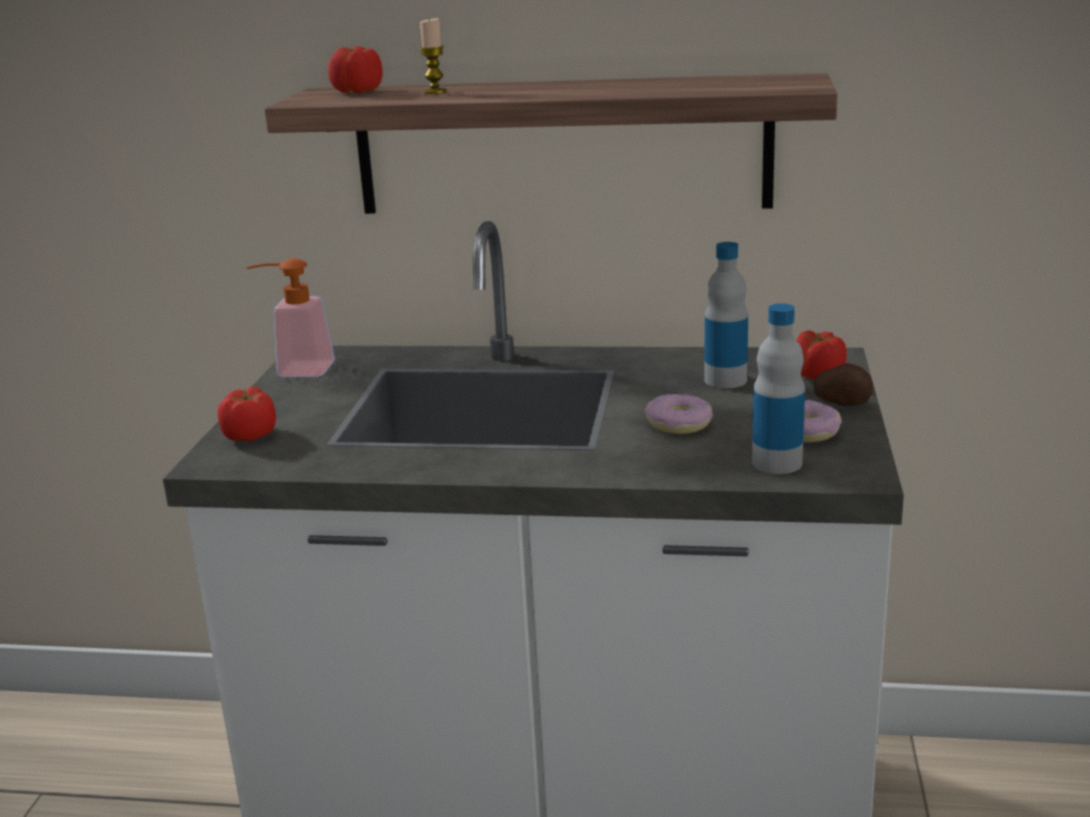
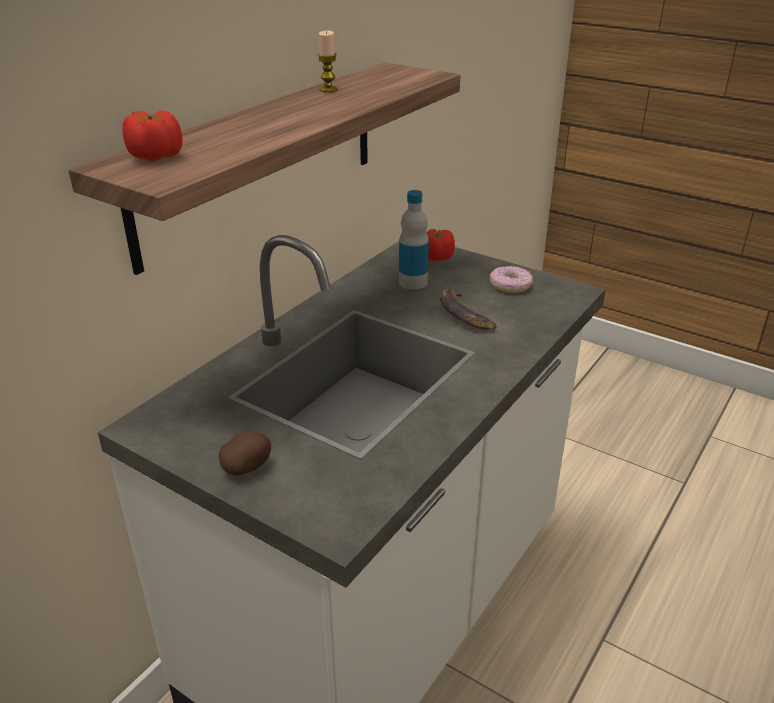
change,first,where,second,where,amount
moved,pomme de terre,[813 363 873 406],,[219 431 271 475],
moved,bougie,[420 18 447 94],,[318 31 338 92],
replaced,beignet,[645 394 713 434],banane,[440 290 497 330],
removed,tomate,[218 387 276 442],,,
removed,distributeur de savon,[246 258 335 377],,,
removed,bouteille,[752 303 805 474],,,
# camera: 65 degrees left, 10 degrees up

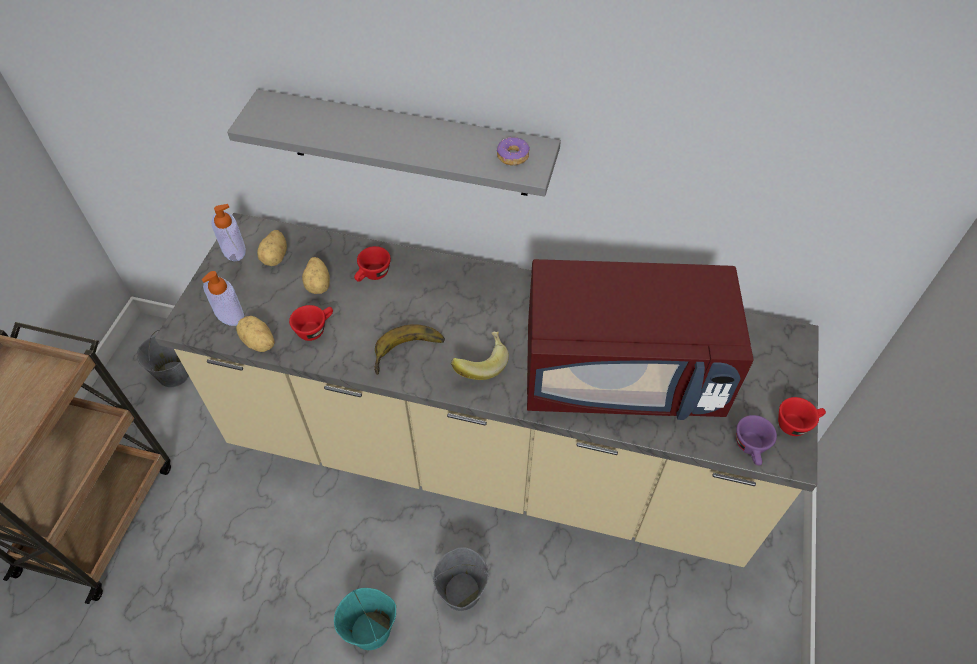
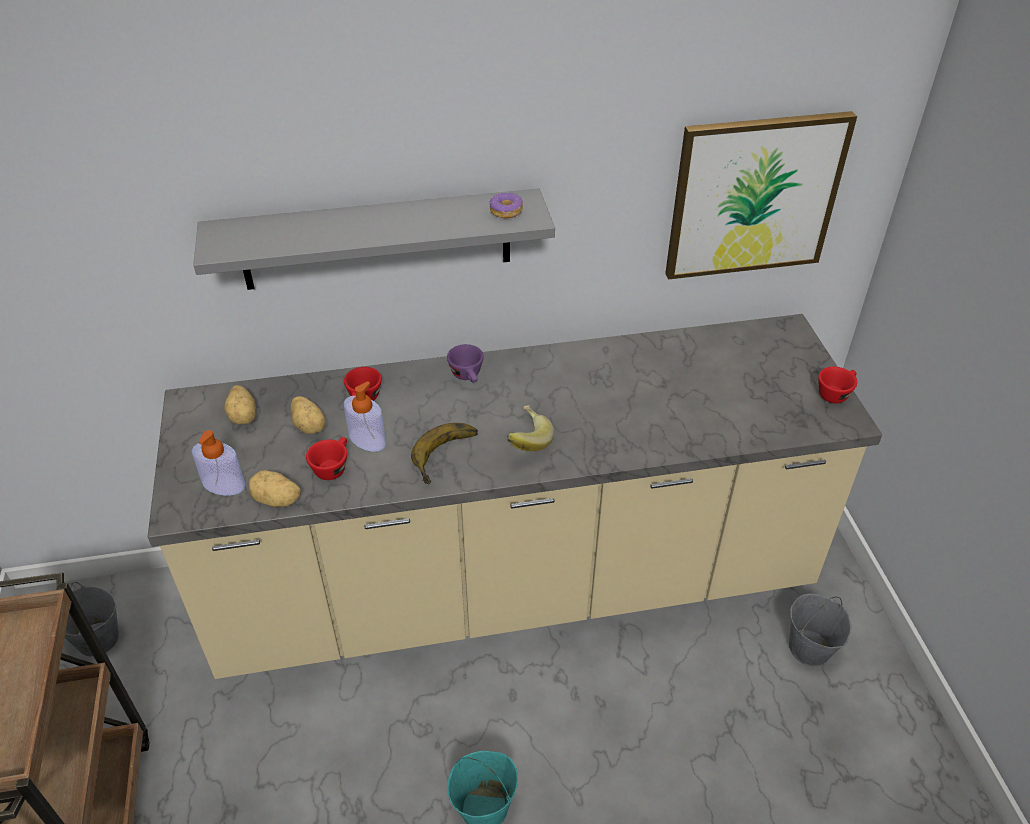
change,first,where,second,where,amount
moved,distributeur de savon,[211 204 246 261],,[344 381 386 452],
moved,tasse [violet],[736 415 777 465],,[447 344 484 382],
added,,,tableau,[665 111 857 279],
moved,seau [gris],[433 547 489 611],,[789 594 851 666],
removed,micro-ondes [rouge],[527 259 754 420],,,
# camera: 25 degrees left, 10 degrees down

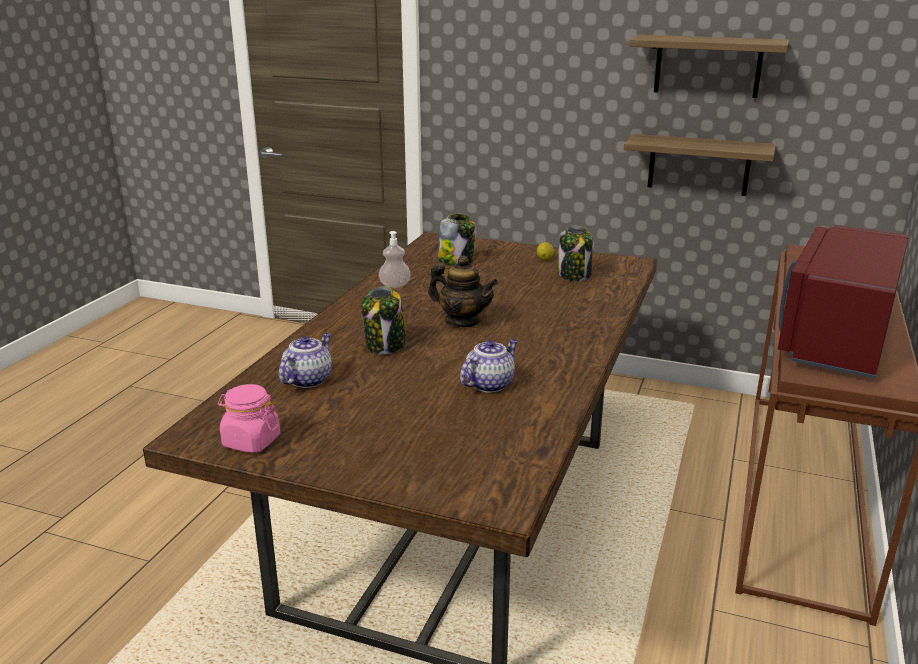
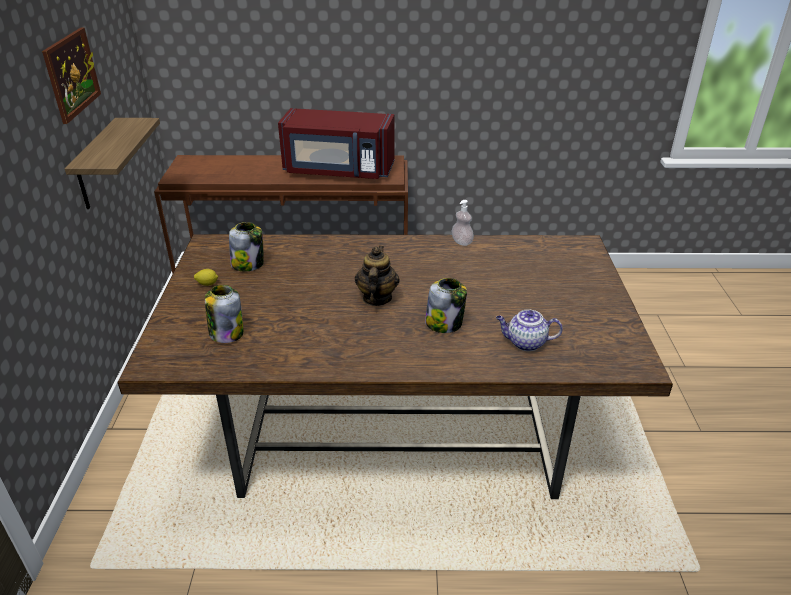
change,first,where,second,where,amount
replaced,étagère,[629 34 789 98],tableau,[42 28 101 124],
moved,distributeur de savon,[379 231 411 288],,[452 200 474 246],
removed,bocal [rose],[218 384 280 453],,,
removed,théière,[460 339 518 393],,,
# camera: 110 degrees left, 10 degrees up

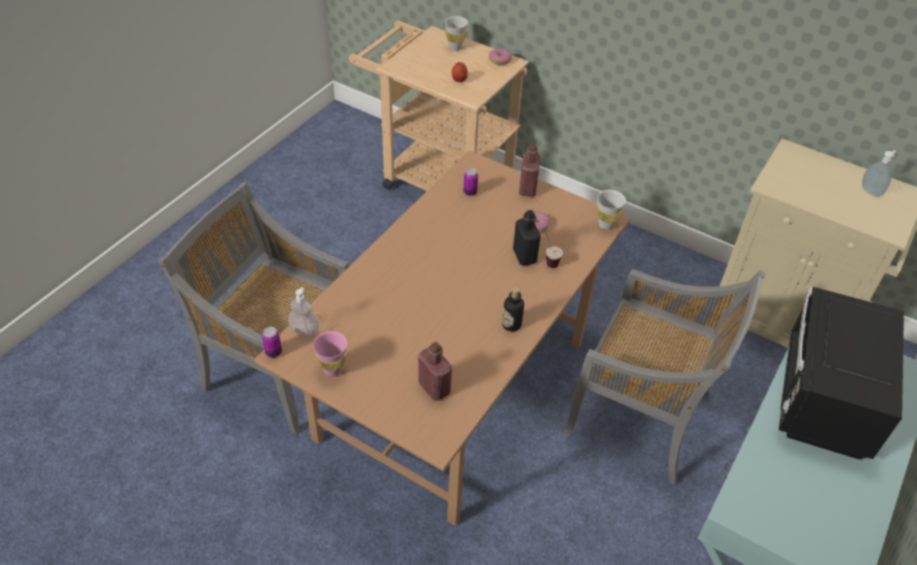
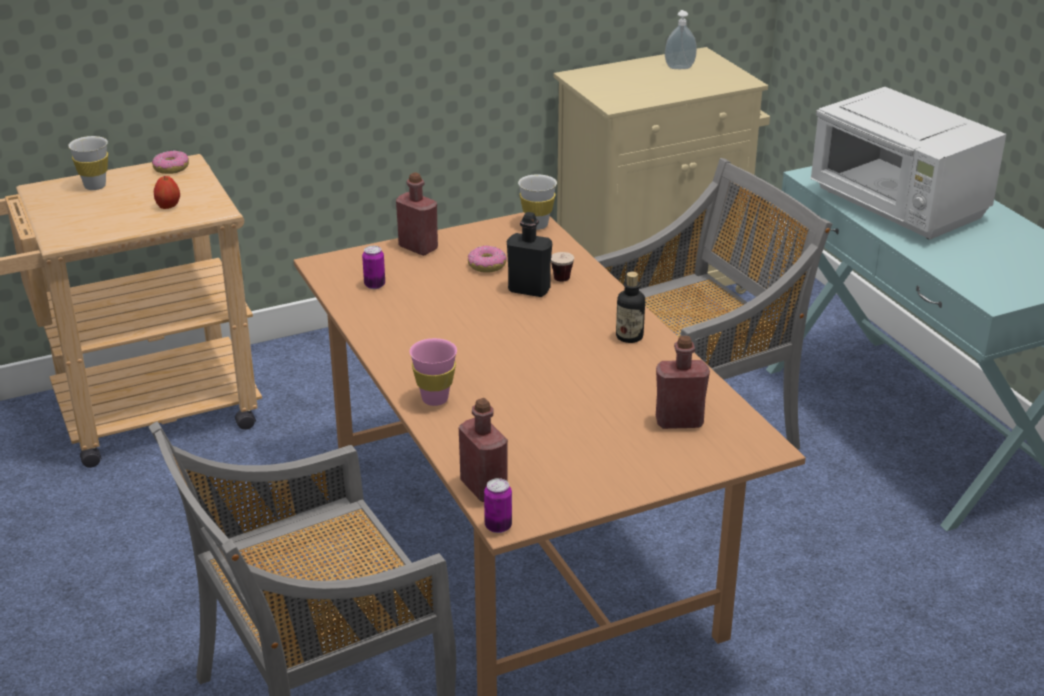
change,first,where,second,where,amount
moved,tasse [rose],[313 331 347 377],,[410 338 457 406],
replaced,distributeur de savon,[288 287 319 336],bouteille [rouge],[459 398 508 502],
recoloured,micro-ondes [noir],[779 287 904 459],micro-ondes [blanc],[810 87 1006 240],
# camera: 55 degrees left, 15 degrees down

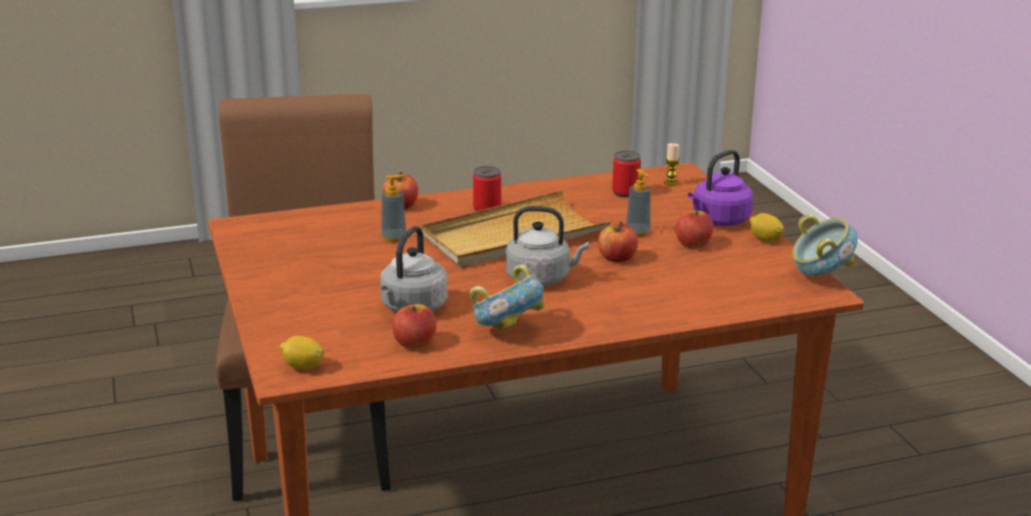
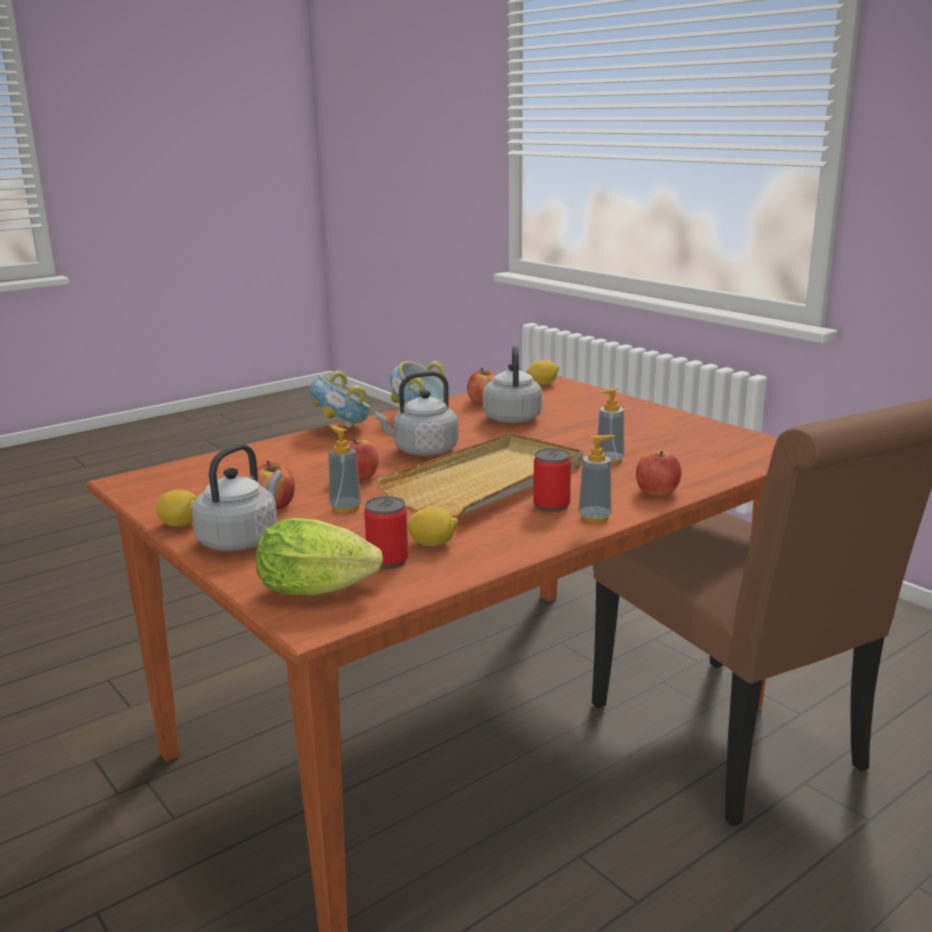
change,first,where,second,where,amount
recoloured,bouilloire [violet],[688 150 753 226],bouilloire [gris],[192 444 282 551],
replaced,bougie,[664 143 680 186],laitue,[256 518 383 596],
moved,bol,[792 214 858 278],,[310 370 370 428],
added,,,citron,[408 507 459 546],
added,,,distributeur de savon,[578 435 615 523],
# camera: 160 degrees right, 5 degrees down

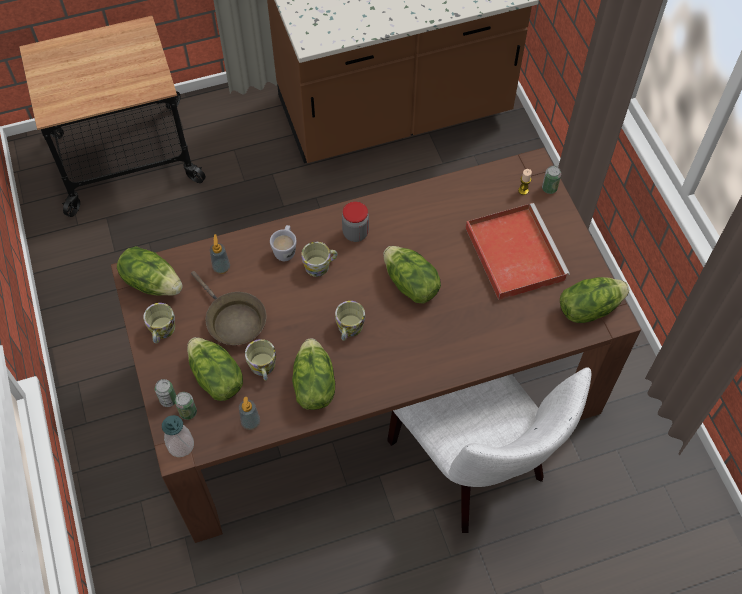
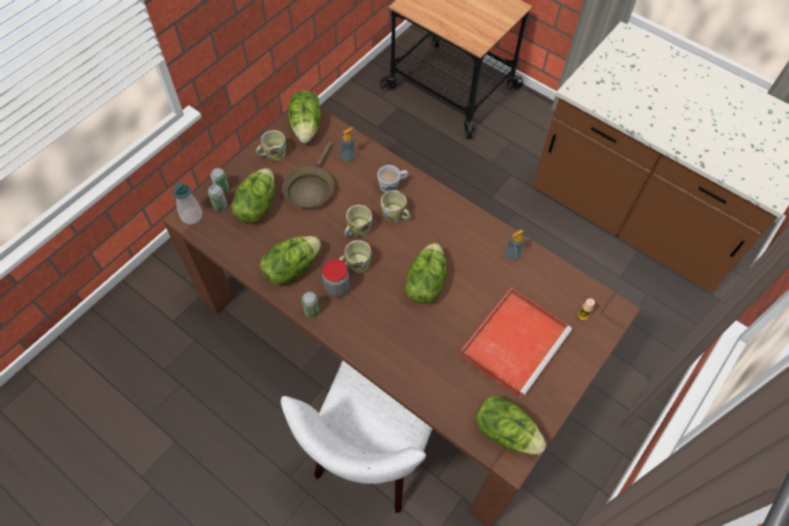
change,first,where,second,where,amount
moved,boîte métallique,[542 166 561 194],,[301 291 320 317],
moved,bocal,[342 202 369 242],,[322 259 349 297],
moved,mug,[245 339 276 381],,[344 205 372 237],
moved,distributeur de savon,[239 397 260 430],,[505 230 524 261],
# camera: 55 degrees right, 0 degrees up

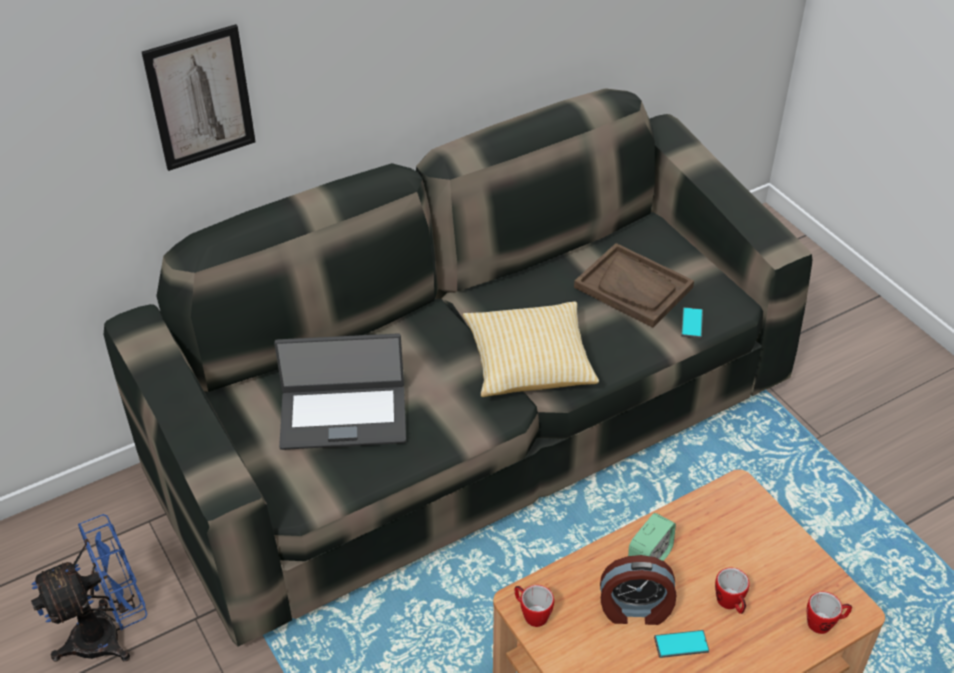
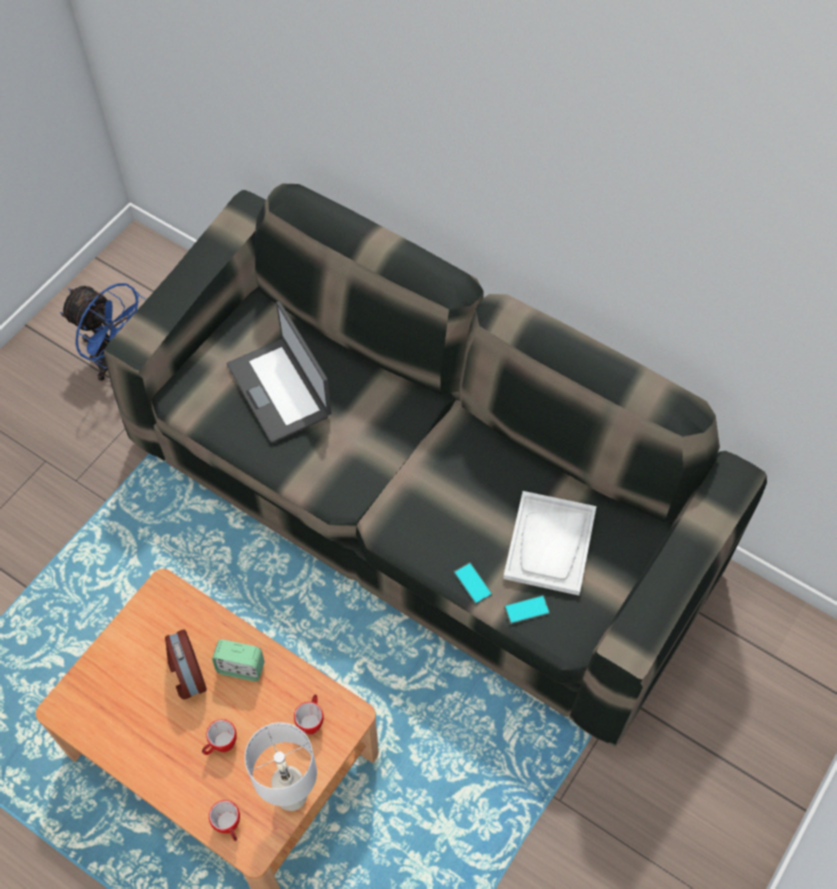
change,first,where,second,where,amount
added,,,lampe de table [blanc],[245 722 317 811],
moved,mug,[515 585 554 627],,[294 694 324 735],
moved,téléphone,[654 630 709 658],,[454 562 492 604],
recoloured,plateau [marron],[574 243 694 328],plateau [blanc],[503 491 597 596],
removed,tableau,[142 24 256 171],,,
removed,coussin,[463 301 599 397],,,
# camera: 65 degrees right, 15 degrees up

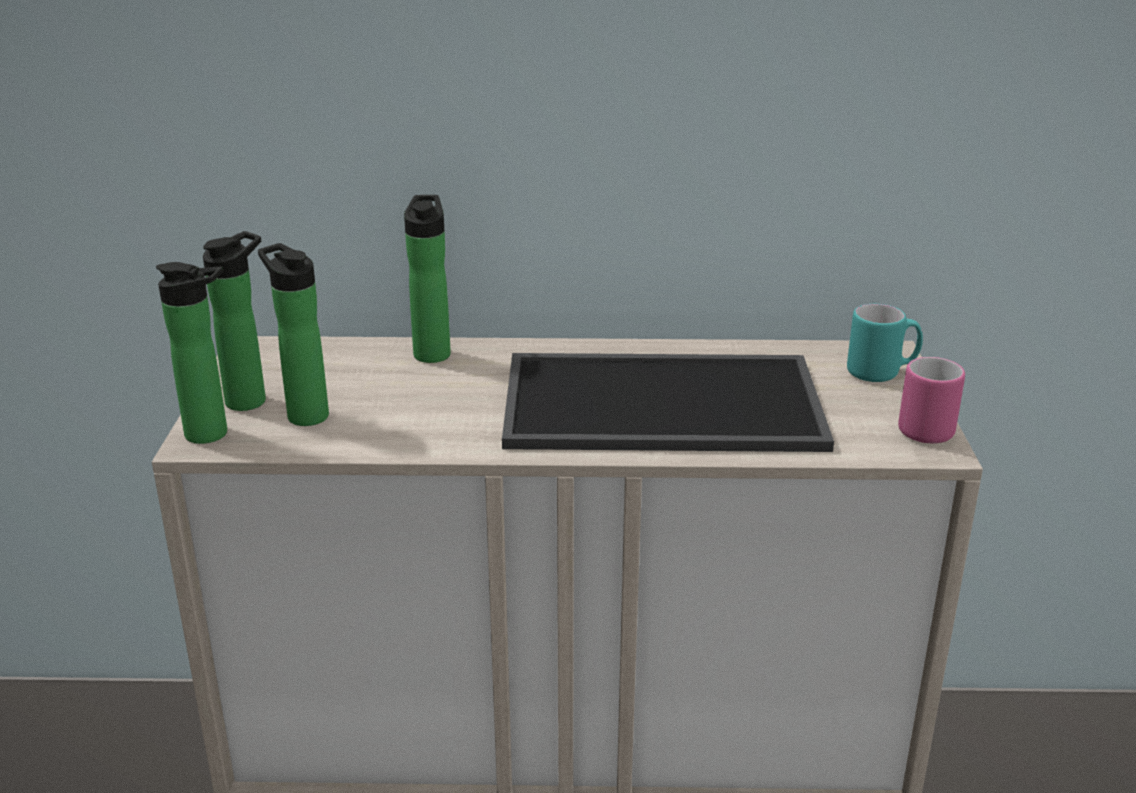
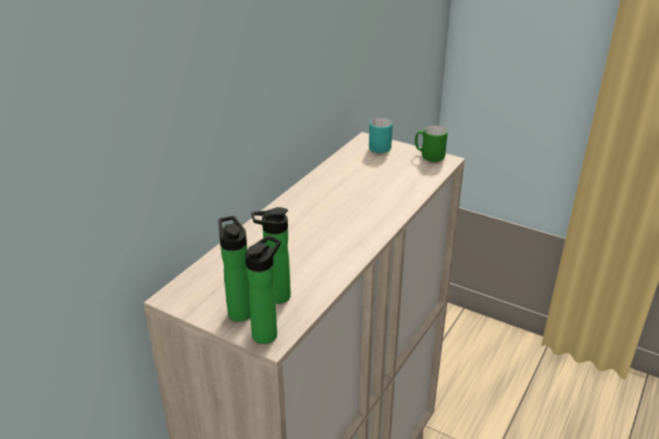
change,first,where,second,where,amount
recoloured,mug [rose],[898 357 965 444],mug [vert],[415 126 448 162],
removed,bouteille,[404 195 451 363],,,
removed,plateau,[502 353 834 452],,,
# camera: 60 degrees left, 5 degrees up

